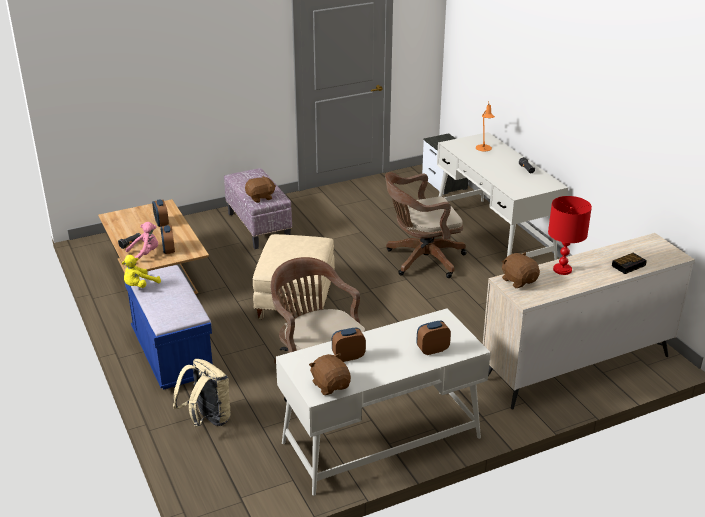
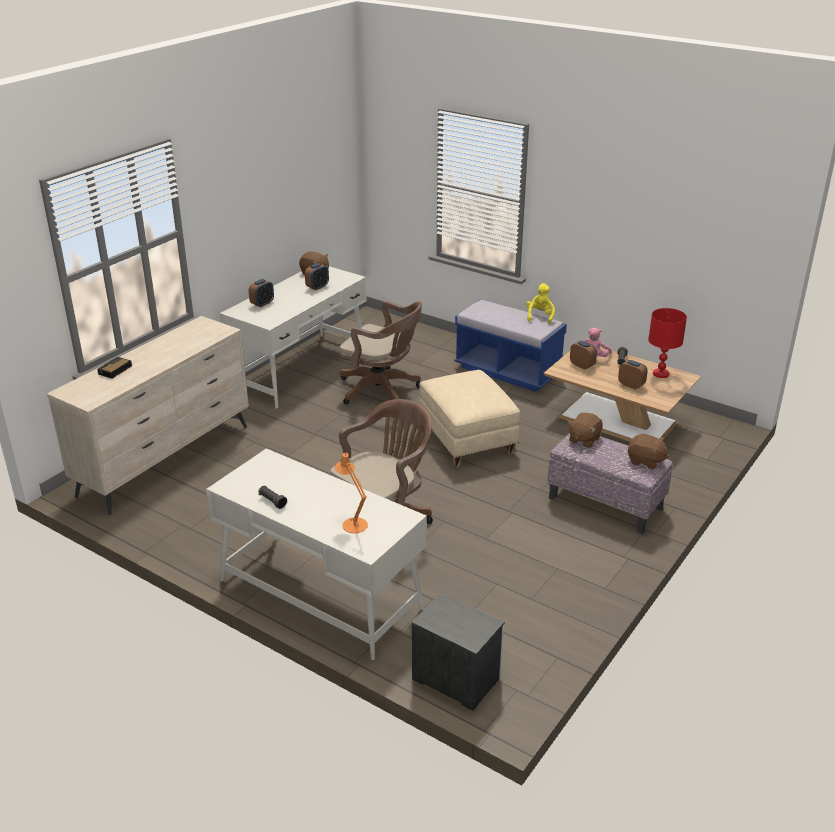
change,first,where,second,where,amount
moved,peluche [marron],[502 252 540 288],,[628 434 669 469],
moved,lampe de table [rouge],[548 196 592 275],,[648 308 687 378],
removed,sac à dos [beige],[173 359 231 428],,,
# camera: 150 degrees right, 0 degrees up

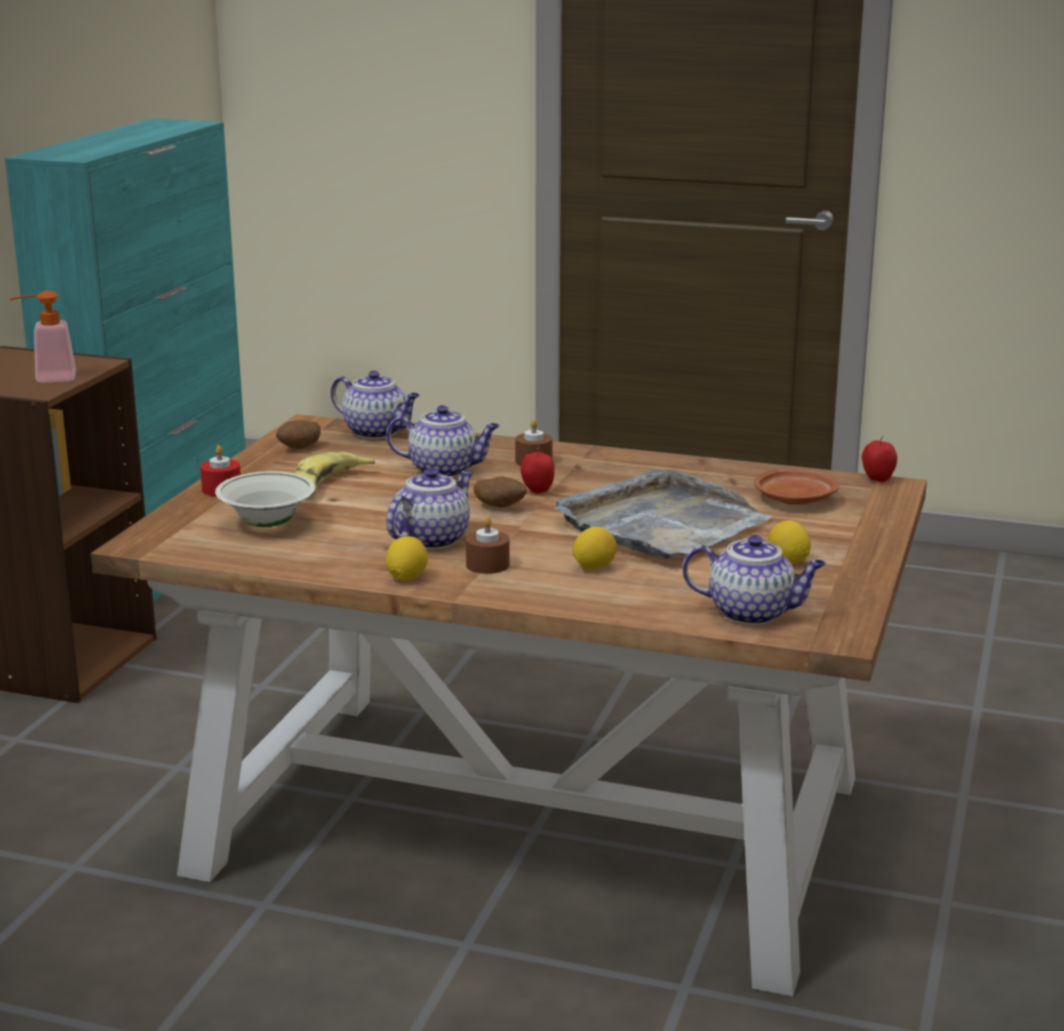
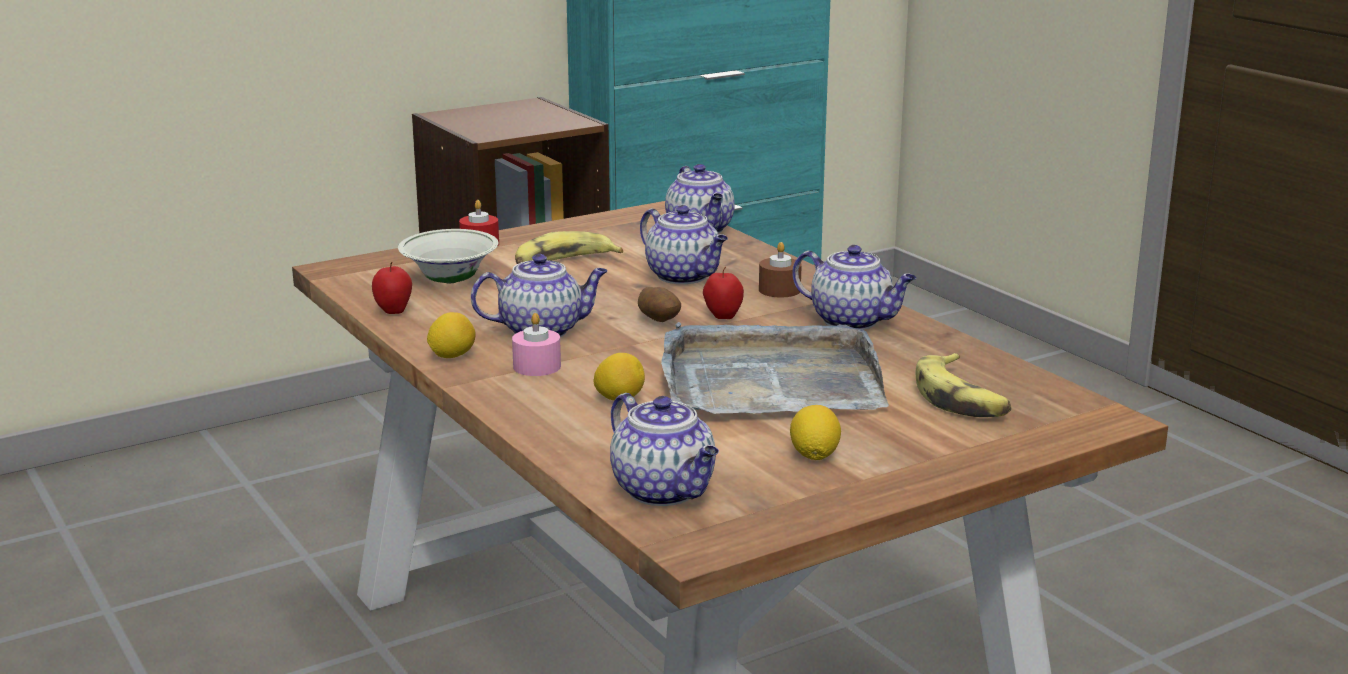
change,first,where,second,where,amount
moved,pomme,[862 436 897 482],,[372 262 412 314],
recoloured,bougie [marron],[466 516 510 574],bougie [rose],[512 313 561 376],
added,,,théière,[792 245 916 330],
replaced,assiette [marron],[754 468 839 505],banane,[916 353 1012 417],
removed,distributeur de savon,[10 291 76 383],,,
removed,pomme de terre,[276 420 321 449],,,
# camera: 40 degrees right, 0 degrees up

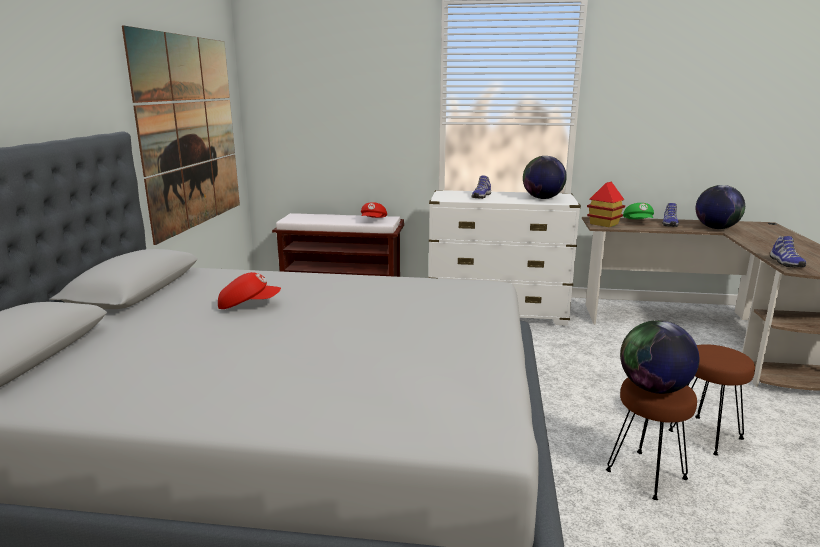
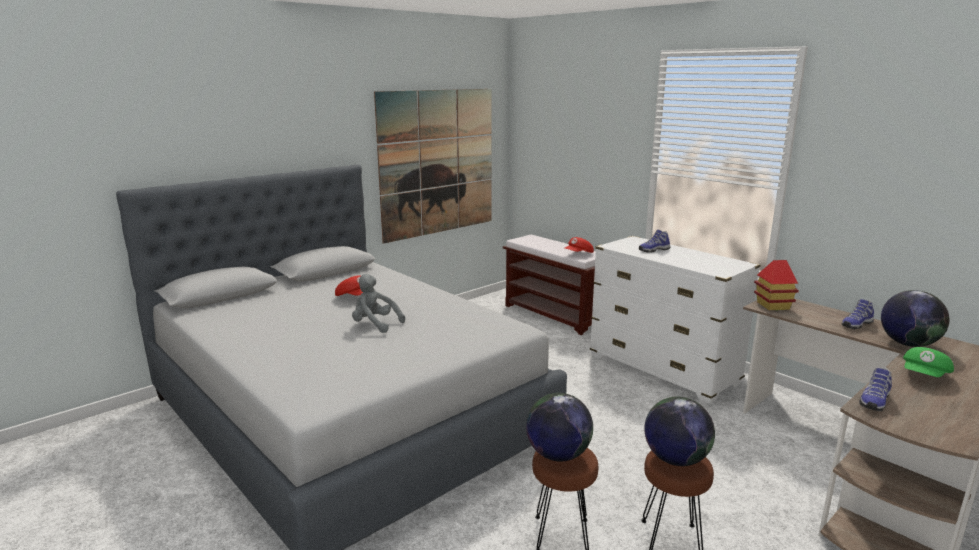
change,first,where,second,where,amount
added,,,peluche [gris],[352 274 405 333],
moved,globe,[523 156 567 199],,[644 397 715 466],
moved,casquette [vert],[623 203 654 219],,[903 347 954 377],
# camera: 40 degrees right, 0 degrees up

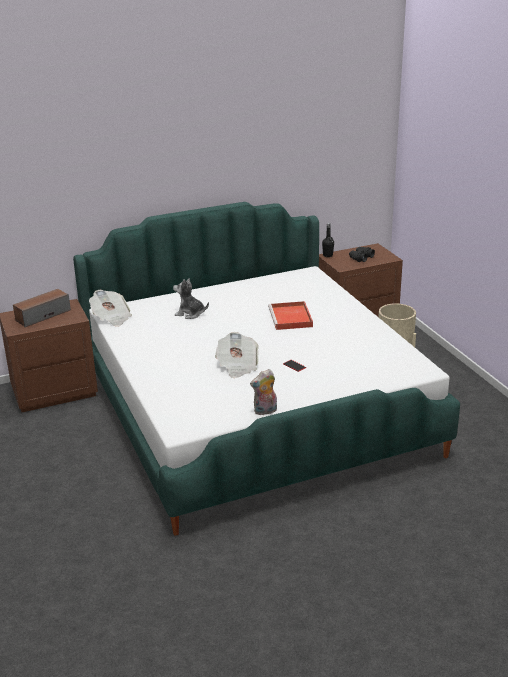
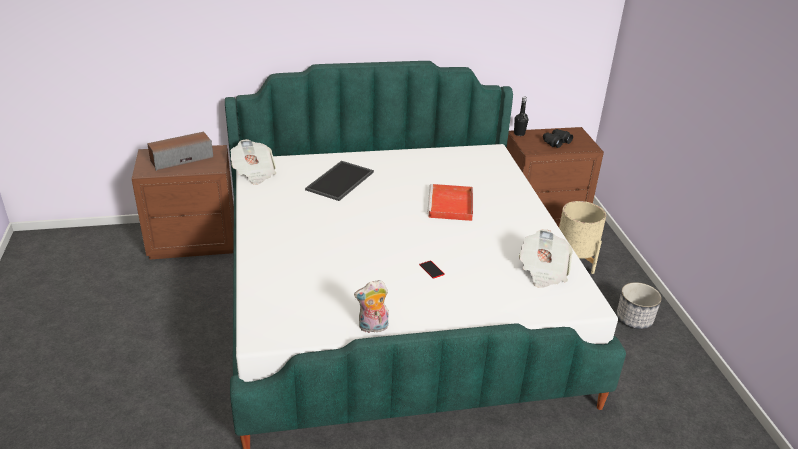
change,first,where,second,where,amount
replaced,peluche,[173 278 209 319],plateau,[305 161 374 201],
moved,journal,[215 332 259 378],,[519 229 573 288],
added,,,cache-pot,[617 282 662 329],
# camera: 10 degrees right, 5 degrees up

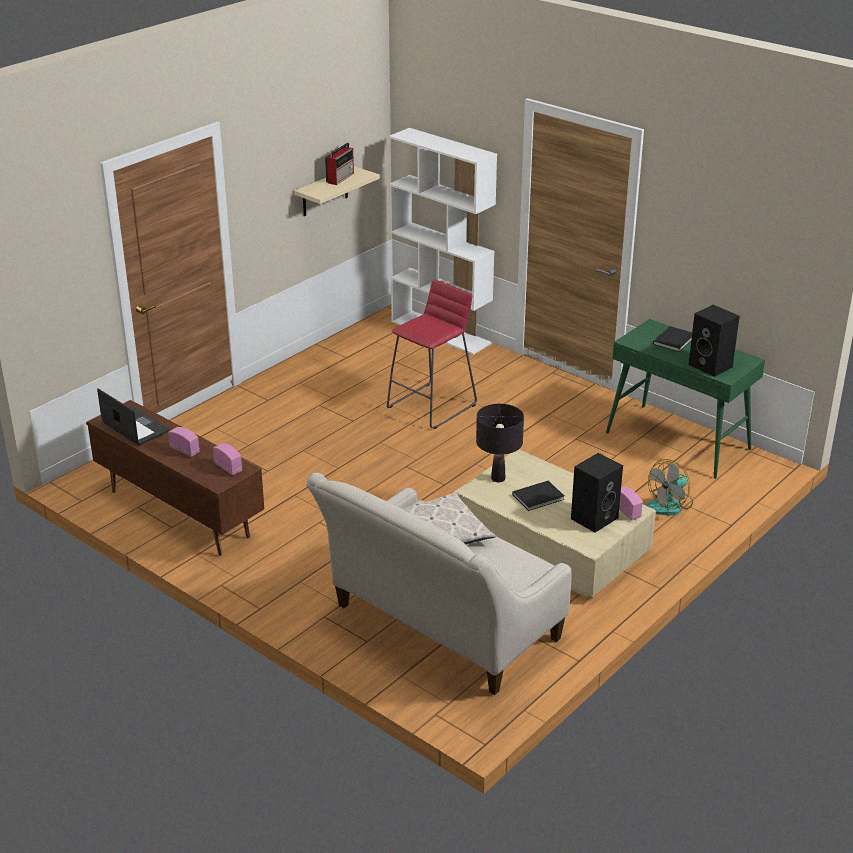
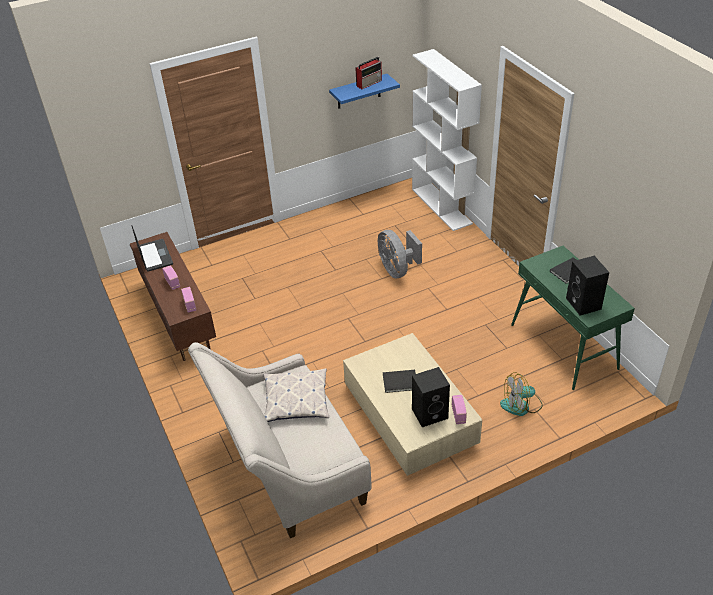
change,first,where,second,where,amount
recoloured,étagère [beige],[294 166 380 216],étagère [bleu],[329 74 400 109],
replaced,tabouret [rouge],[387 279 477 429],ventilateur [gris],[378 230 422 278],
removed,lampe de table [noir],[476 404 524 482],,,
# camera: 25 degrees right, 10 degrees up

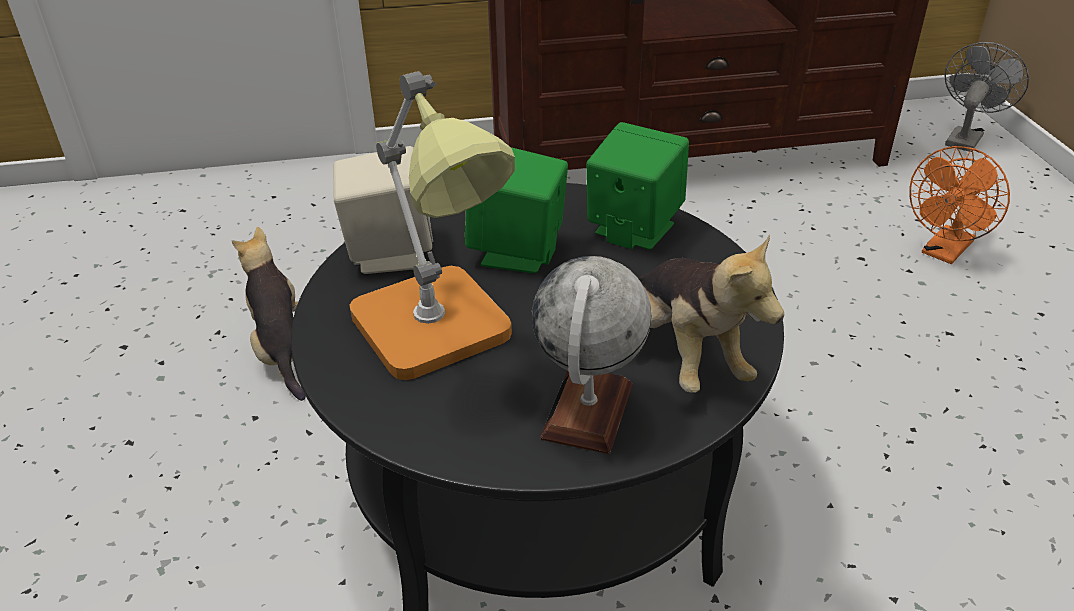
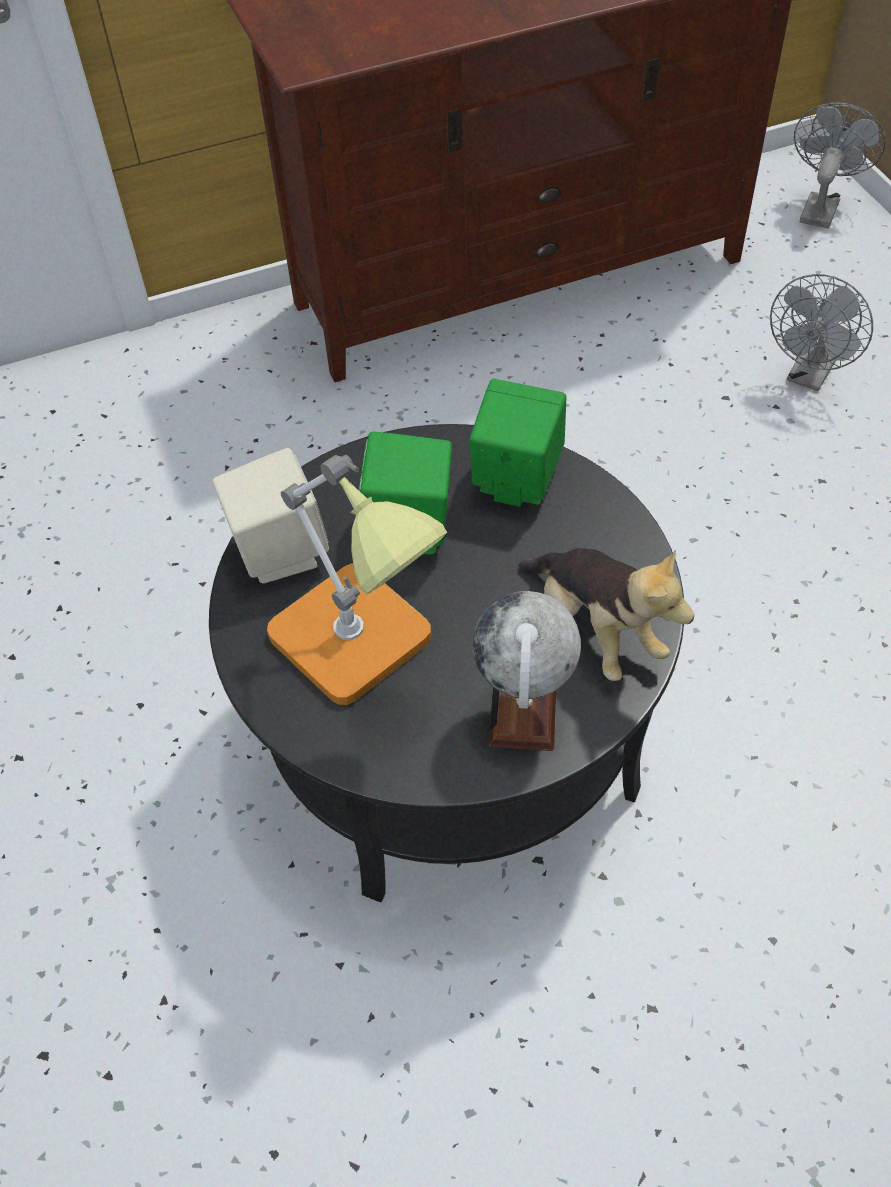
change,first,where,second,where,amount
recoloured,ventilateur [orange],[909 146 1010 264],ventilateur [gris],[770 274 873 391],
removed,peluche,[232 227 306 401],,,
# camera: 10 degrees left, 15 degrees up

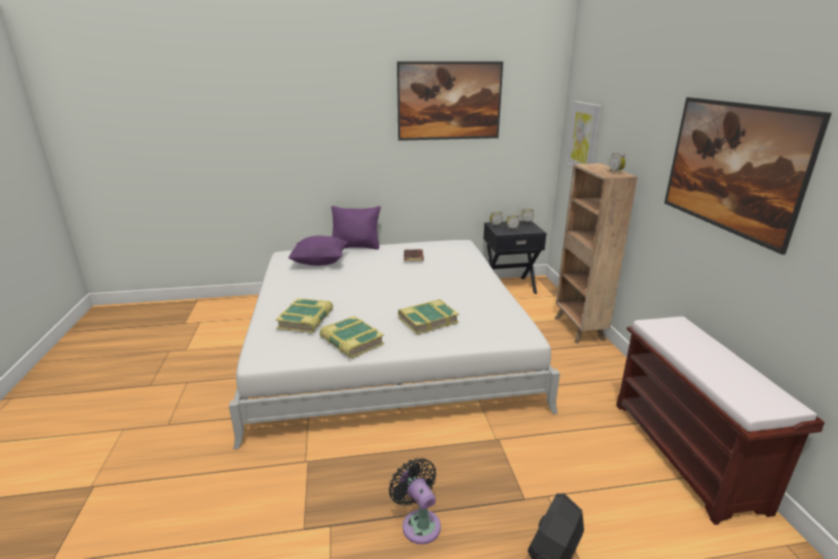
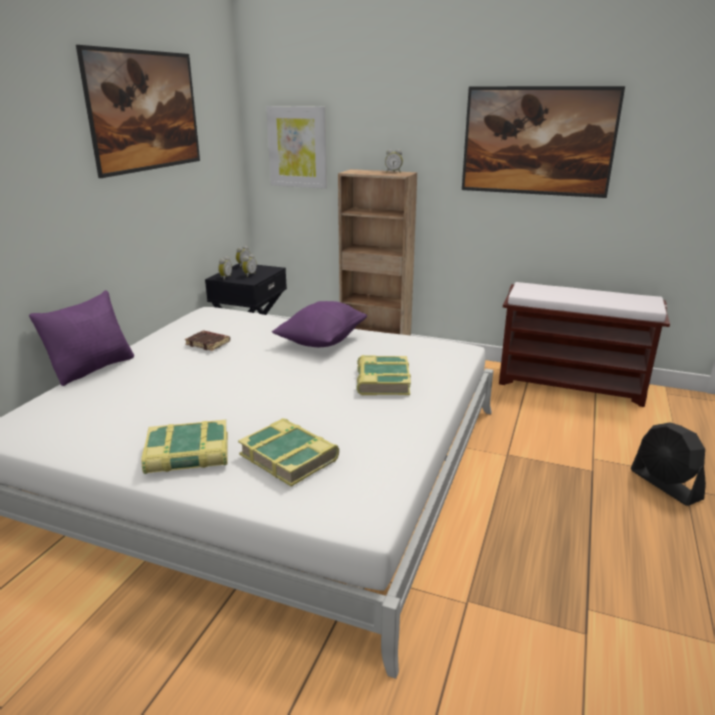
change,first,where,second,where,amount
moved,livre,[320 316 384 359],,[141 420 228 474],
moved,coussin [violet],[288 236 348 266],,[272 301 367 347],
removed,ventilateur [noir],[389 458 441 544],,,
# camera: 60 degrees left, 0 degrees up

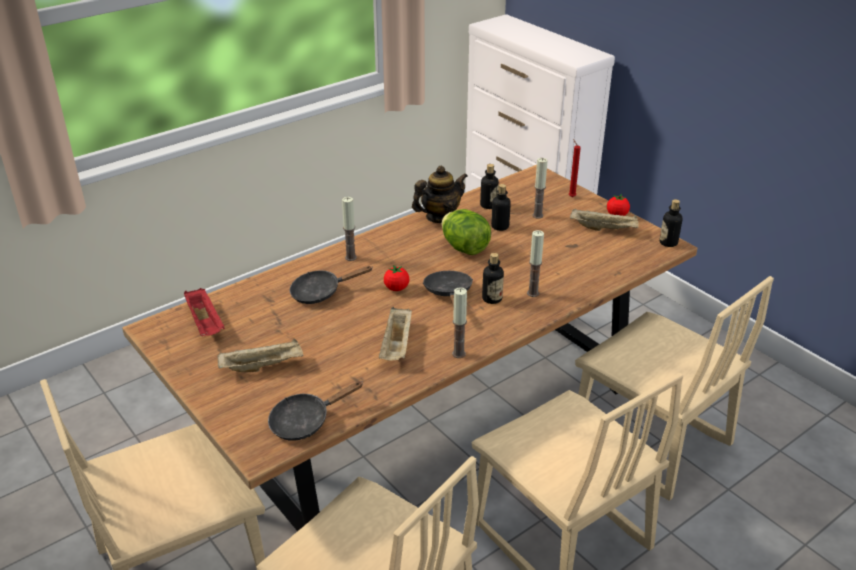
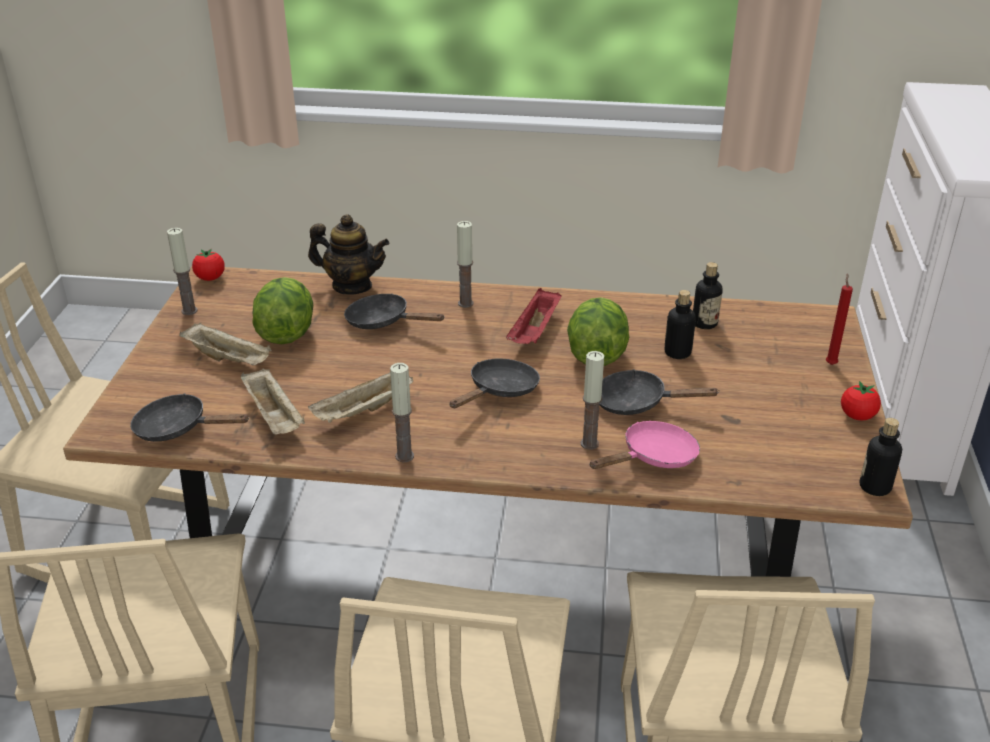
change,first,where,second,where,amount
moved,bougie,[532 158 548 219],,[167 228 197 315],
moved,tomate,[384 265 409 291],,[192 248 225 281],
moved,plateau [beige],[570 208 639 231],,[241 369 305 435],
added,,,laitue,[252 277 313 344],
moved,théière,[412 166 468 223],,[308 214 390 295],
moved,plateau [rouge],[184 288 225 336],,[506 288 562 344],
added,,,poêle [rose],[589 421 700 469],
added,,,poêle [noir],[599 369 720 415],
removed,bouteille,[482 253 504 304],,,
# camera: 45 degrees right, 0 degrees up

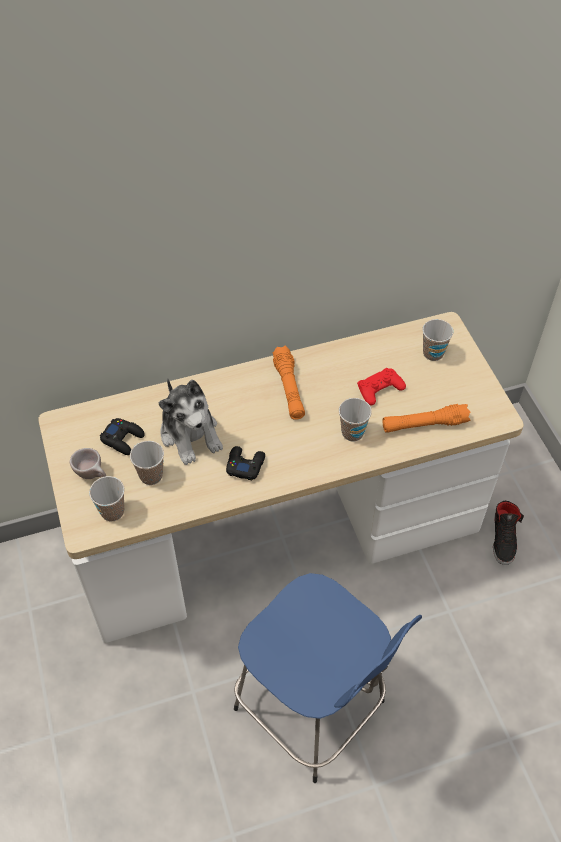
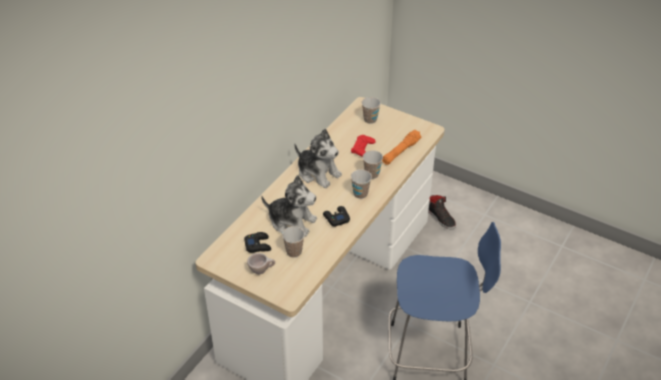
change,first,where,second,where,amount
replaced,lampe de poche [orange],[273 346 305 420],peluche,[294 129 342 188],
moved,tasse,[89 476 125 521],,[351 169 372 199],
# camera: 40 degrees left, 10 degrees down

